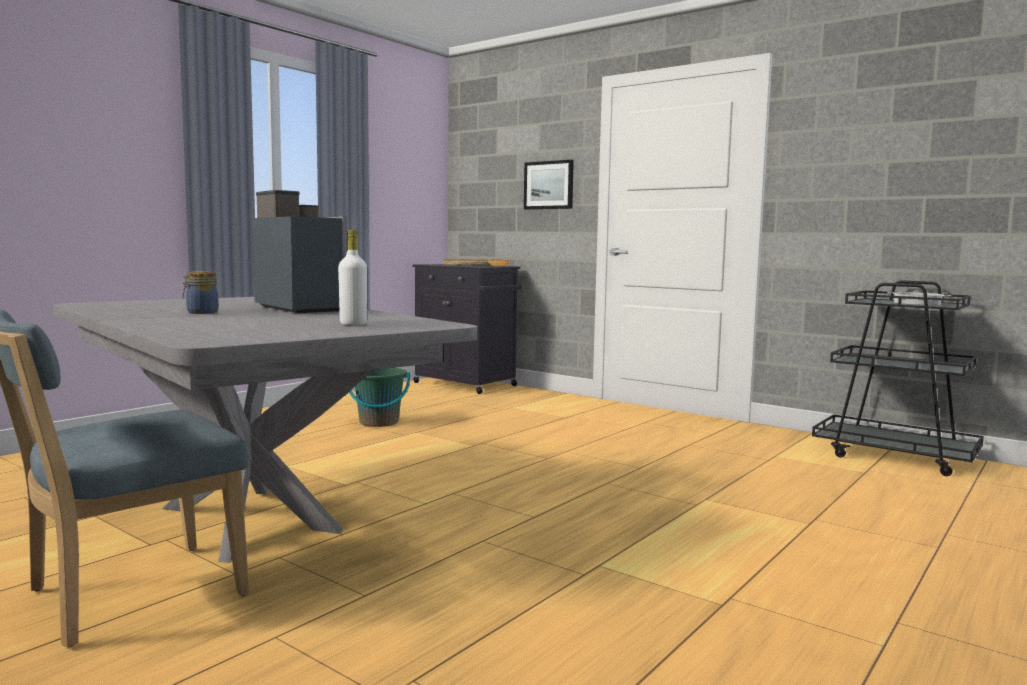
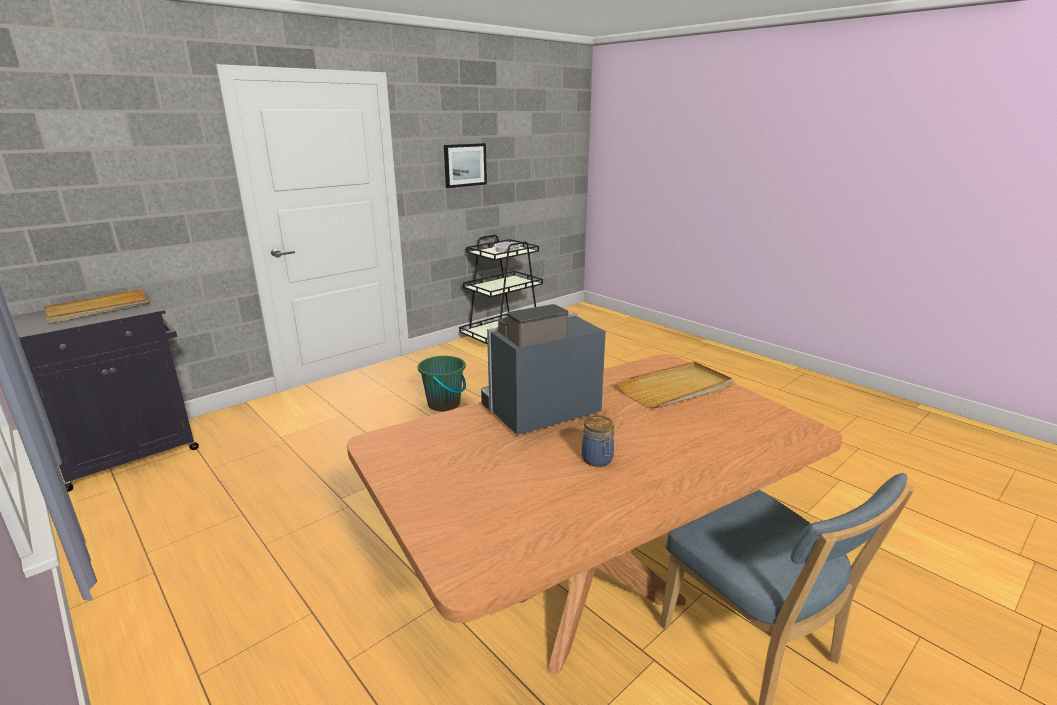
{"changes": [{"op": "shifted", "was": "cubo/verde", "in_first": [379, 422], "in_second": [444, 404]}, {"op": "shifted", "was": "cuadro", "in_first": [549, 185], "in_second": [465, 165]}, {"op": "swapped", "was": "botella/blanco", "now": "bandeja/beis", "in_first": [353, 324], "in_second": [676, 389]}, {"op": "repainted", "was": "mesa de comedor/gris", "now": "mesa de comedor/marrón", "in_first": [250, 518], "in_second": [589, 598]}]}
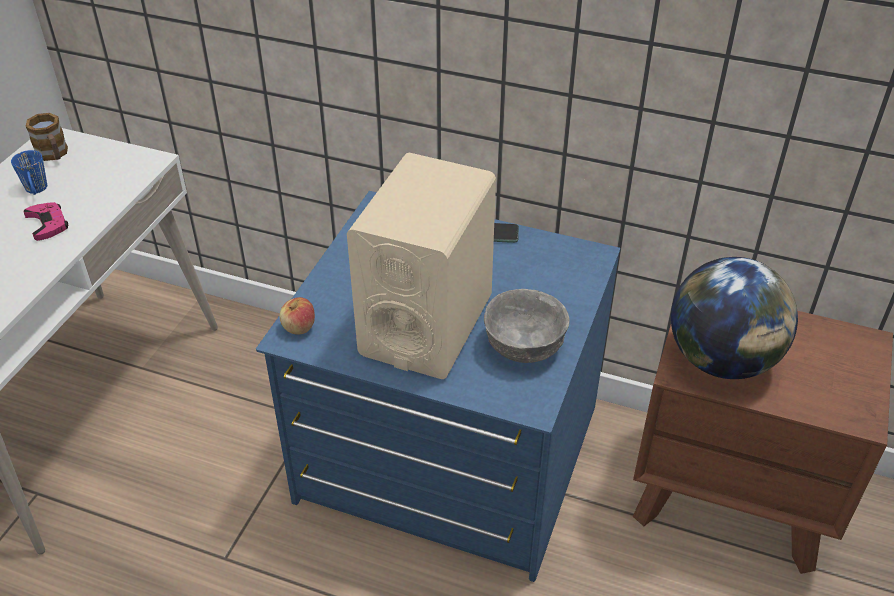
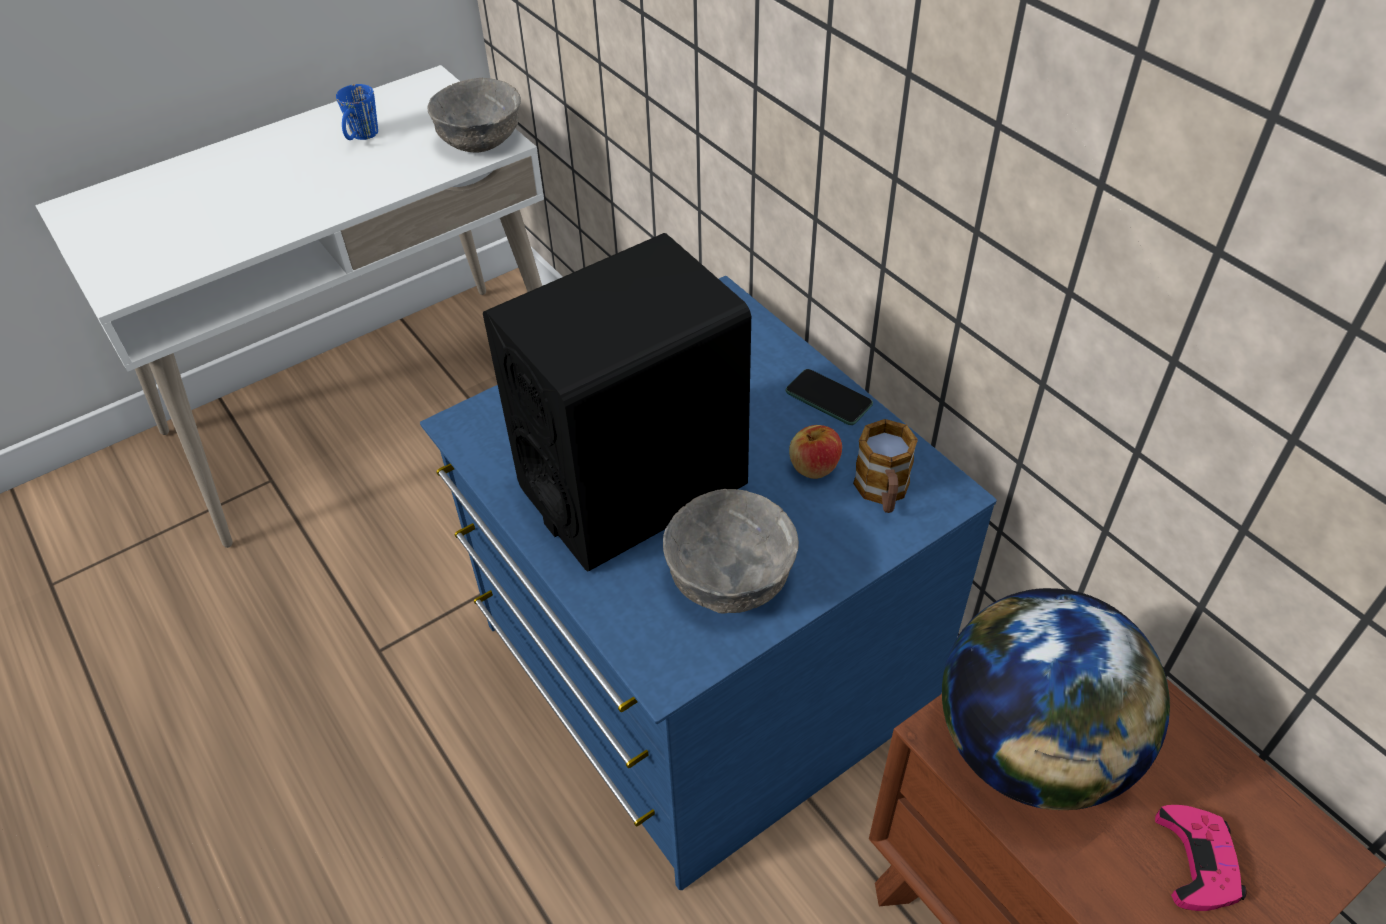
{"changes": [{"op": "new", "now": "cuenco/gris", "in_second": [481, 141]}, {"op": "shifted", "was": "mando de consola/rosa", "in_first": [48, 224], "in_second": [1197, 861]}, {"op": "shifted", "was": "taza grande", "in_first": [54, 155], "in_second": [882, 492]}, {"op": "shifted", "was": "manzana", "in_first": [299, 327], "in_second": [813, 467]}, {"op": "repainted", "was": "altavoz/beis", "now": "altavoz/negro", "in_first": [426, 324], "in_second": [634, 486]}]}
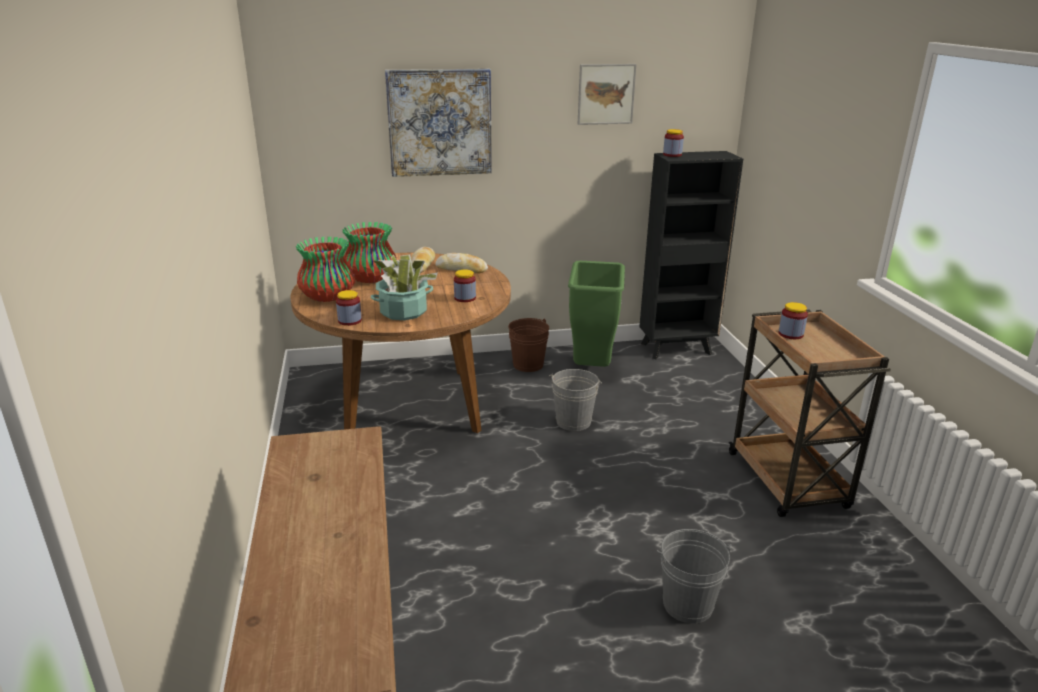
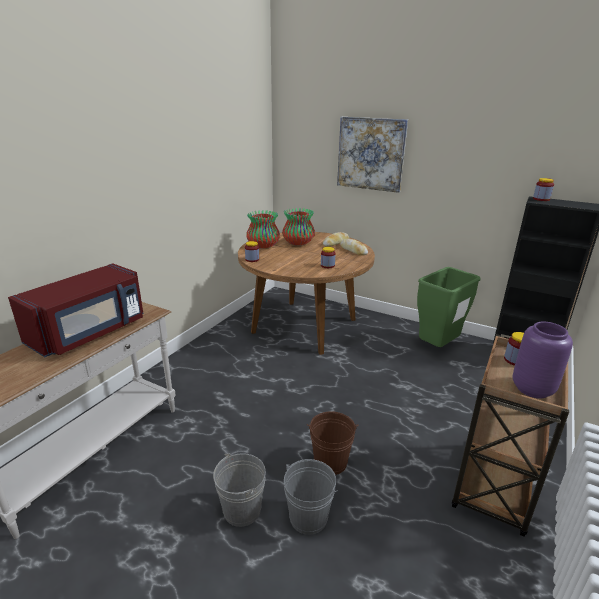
{"changes": [{"op": "gone", "was": "planta en maceta", "in_first": [403, 312]}, {"op": "gone", "was": "cuadro", "in_first": [606, 94]}, {"op": "new", "now": "microondas/rojo", "in_second": [90, 332]}, {"op": "new", "now": "florero/morado", "in_second": [533, 389]}, {"op": "shifted", "was": "cubo/marrón", "in_first": [528, 365], "in_second": [330, 462]}, {"op": "shifted", "was": "cubo/gris", "in_first": [573, 421], "in_second": [242, 510]}]}
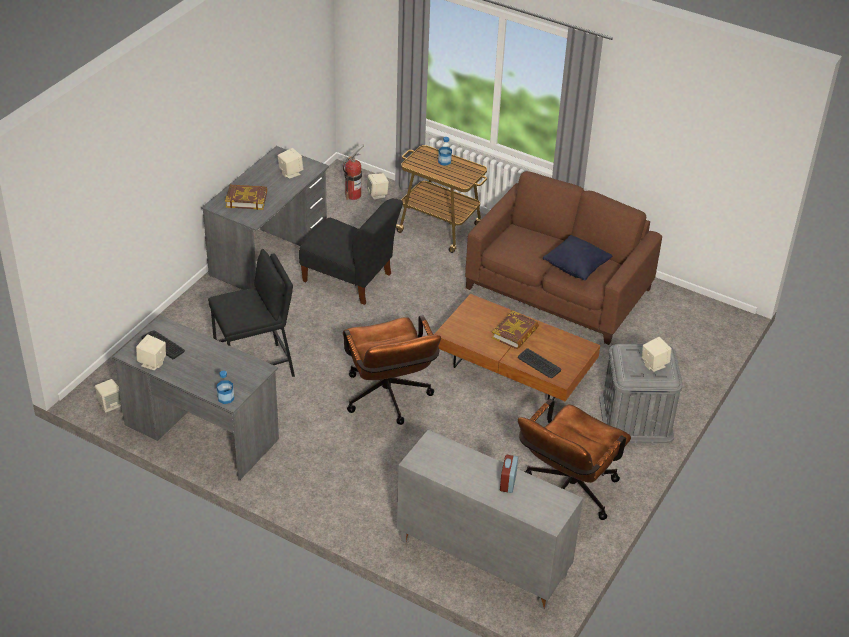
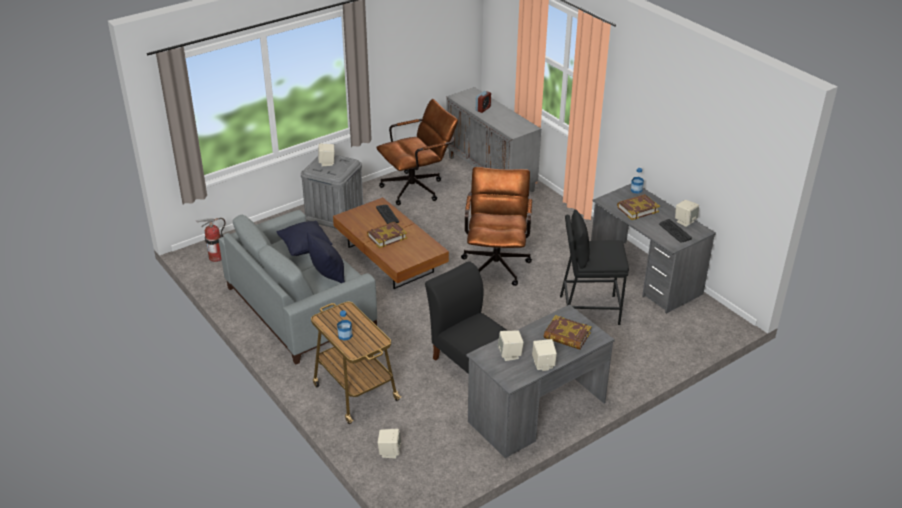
{"changes": [{"op": "new", "now": "cojín/negro", "in_second": [328, 275]}, {"op": "new", "now": "libro", "in_second": [637, 209]}, {"op": "shifted", "was": "altavoz/beis", "in_first": [110, 404], "in_second": [543, 364]}, {"op": "shifted", "was": "extintor", "in_first": [353, 195], "in_second": [216, 257]}, {"op": "repainted", "was": "sofá/marrón", "now": "sofá/gris", "in_first": [558, 289], "in_second": [301, 307]}]}
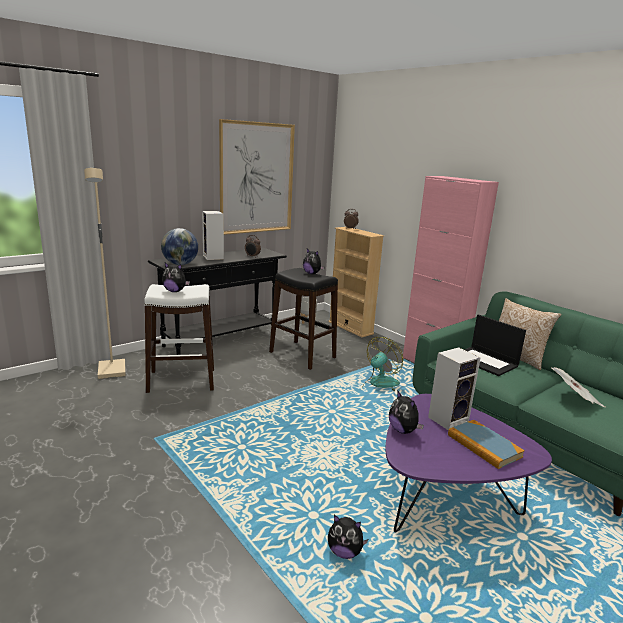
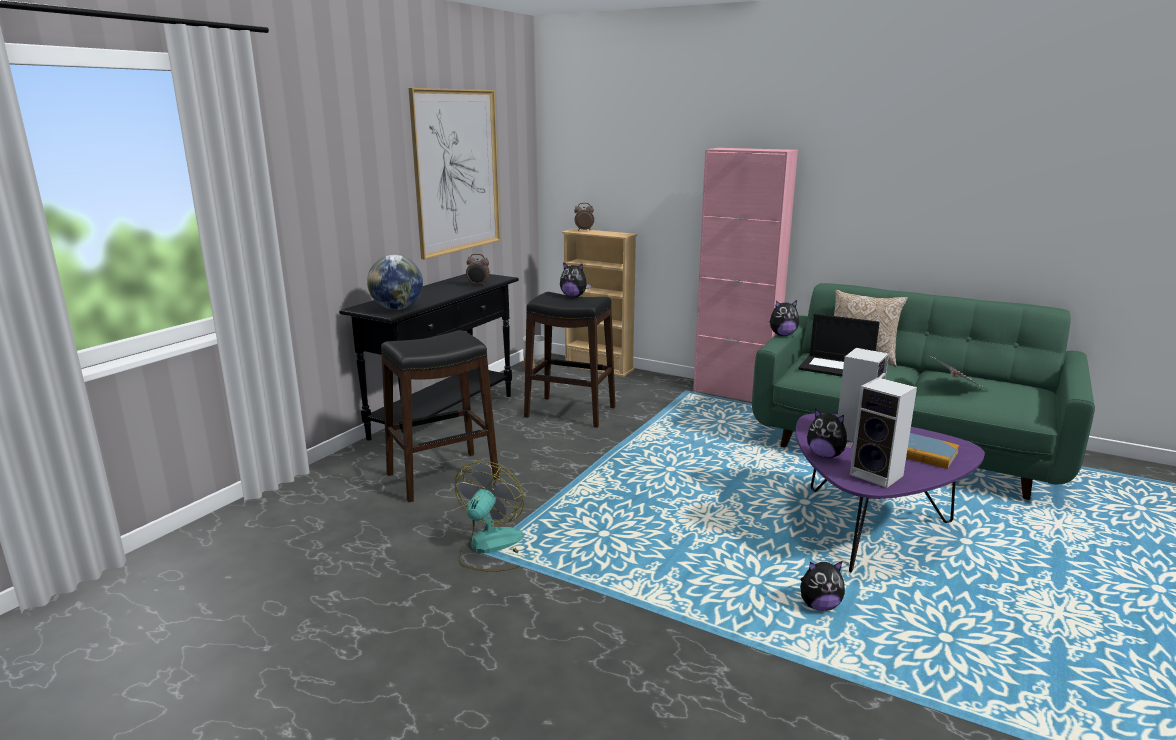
{"changes": [{"op": "gone", "was": "lámpara de pie/beis", "in_first": [113, 370]}, {"op": "shifted", "was": "peluche", "in_first": [175, 291], "in_second": [782, 335]}, {"op": "shifted", "was": "altavoz", "in_first": [214, 257], "in_second": [878, 475]}, {"op": "shifted", "was": "ventilador", "in_first": [380, 386], "in_second": [490, 548]}, {"op": "repainted", "was": "taburete/blanco", "now": "taburete/negro", "in_first": [182, 380], "in_second": [443, 476]}]}
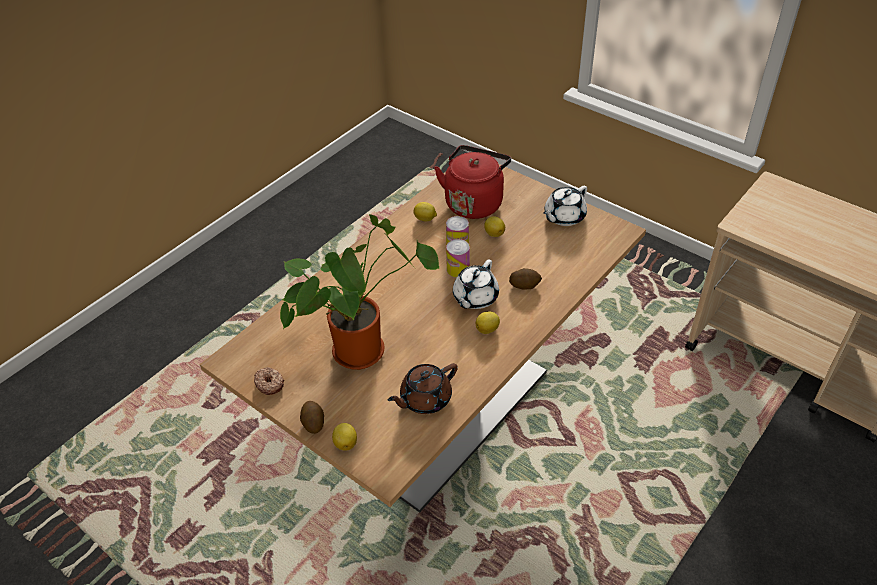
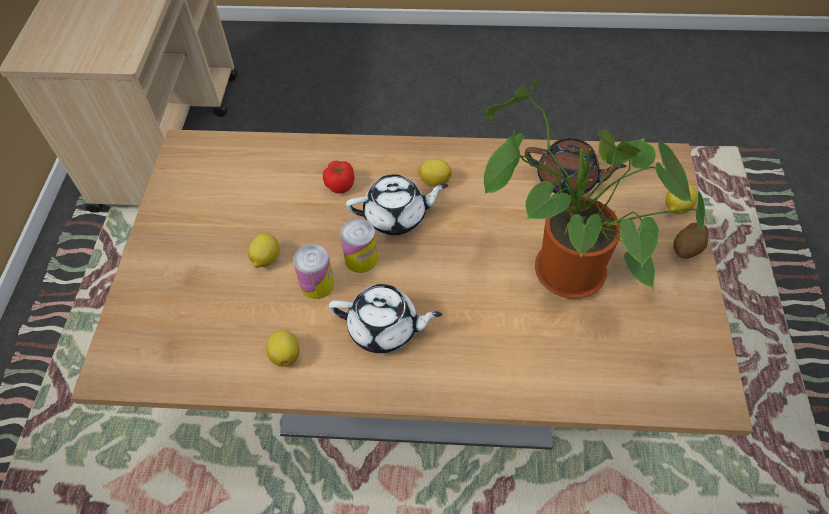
{"changes": [{"op": "gone", "was": "rosquilla", "in_first": [270, 384]}, {"op": "gone", "was": "hervidor/rojo", "in_first": [474, 202]}, {"op": "shifted", "was": "tetera/blanco", "in_first": [563, 217], "in_second": [384, 328]}, {"op": "swapped", "was": "patata", "now": "tomate", "in_first": [524, 285], "in_second": [341, 185]}]}
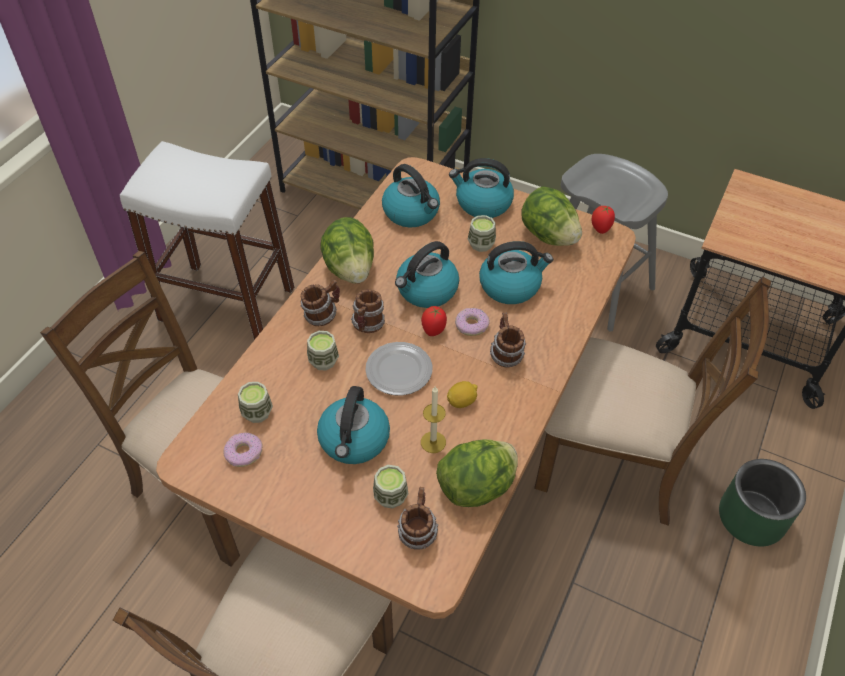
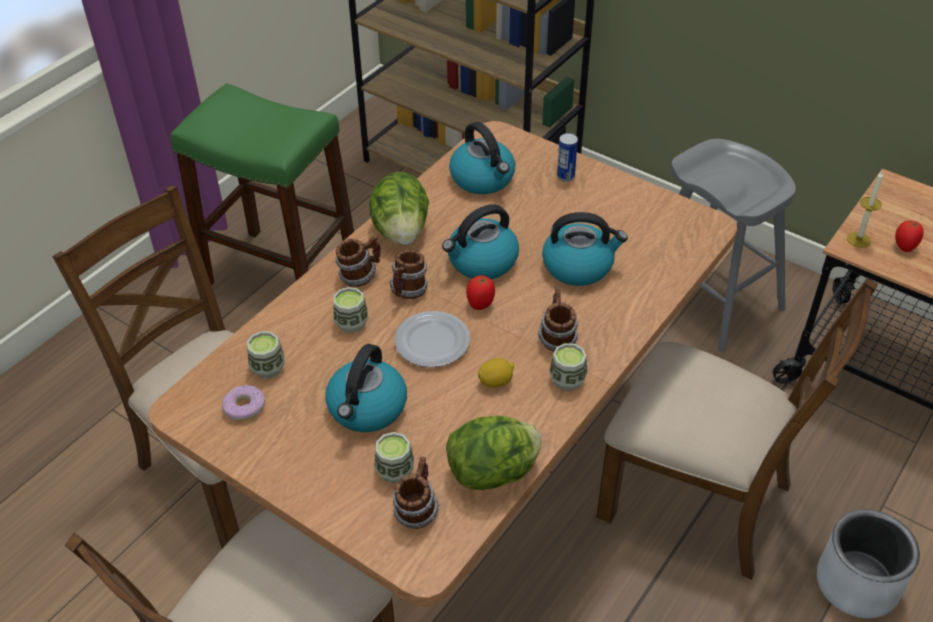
{"changes": [{"op": "gone", "was": "rosquilla", "in_first": [471, 325]}, {"op": "gone", "was": "lechuga", "in_first": [548, 236]}, {"op": "shifted", "was": "vela", "in_first": [433, 442], "in_second": [858, 240]}, {"op": "shifted", "was": "taza", "in_first": [481, 244], "in_second": [567, 380]}, {"op": "shifted", "was": "tomate", "in_first": [600, 228], "in_second": [904, 246]}, {"op": "swapped", "was": "hervidor", "now": "lata", "in_first": [482, 203], "in_second": [565, 176]}, {"op": "repainted", "was": "taburete/blanco", "now": "taburete/verde", "in_first": [227, 304], "in_second": [281, 276]}, {"op": "repainted", "was": "maceta/verde", "now": "maceta/gris", "in_first": [752, 518], "in_second": [857, 584]}]}
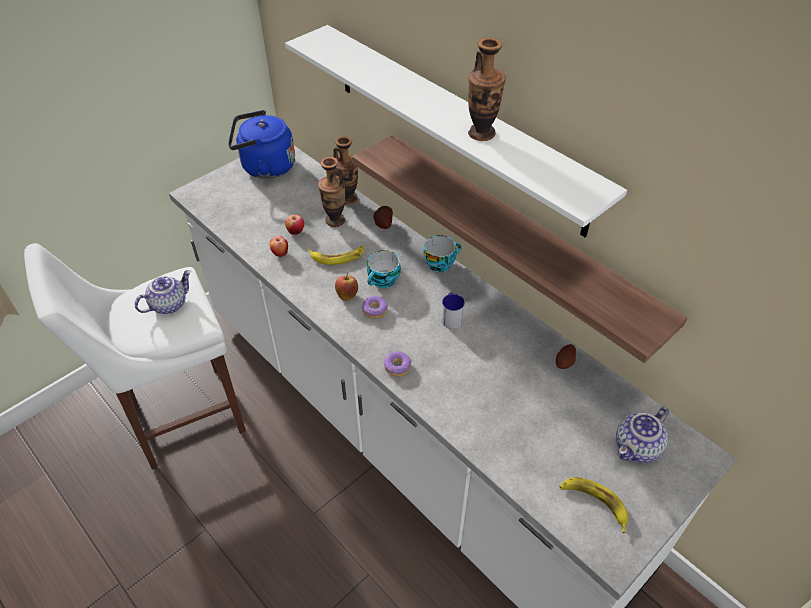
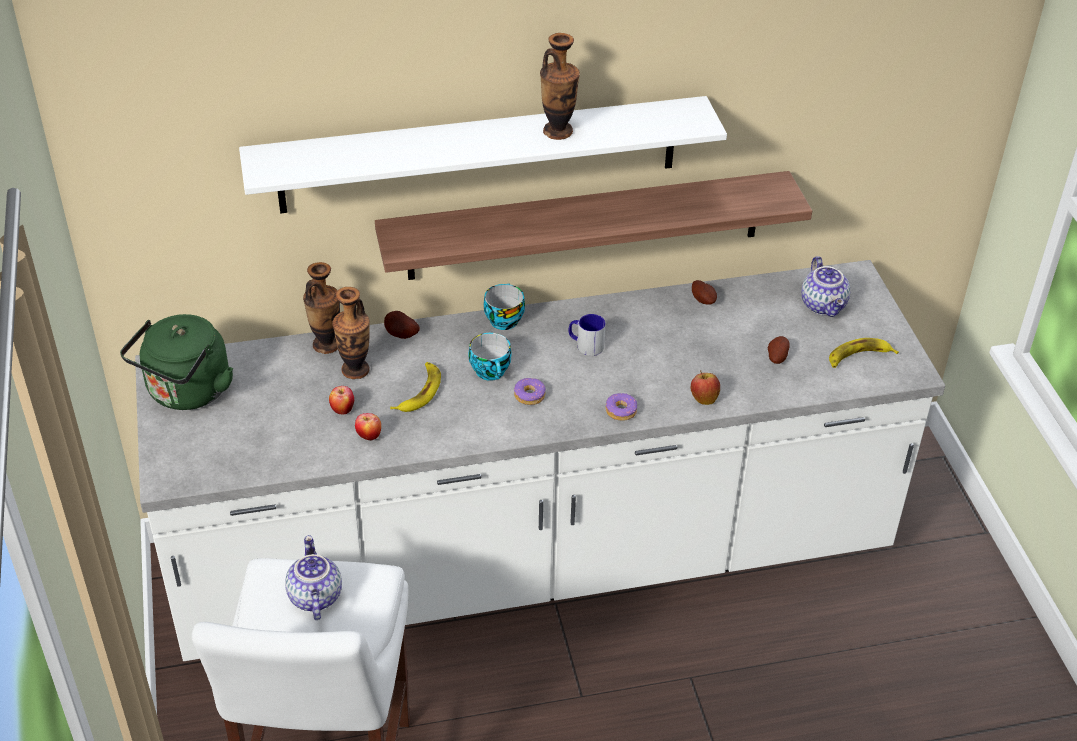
{"changes": [{"op": "new", "now": "patata", "in_second": [776, 357]}, {"op": "shifted", "was": "manzana", "in_first": [347, 295], "in_second": [703, 399]}, {"op": "repainted", "was": "hervidor/azul", "now": "hervidor/verde", "in_first": [265, 167], "in_second": [186, 393]}]}
